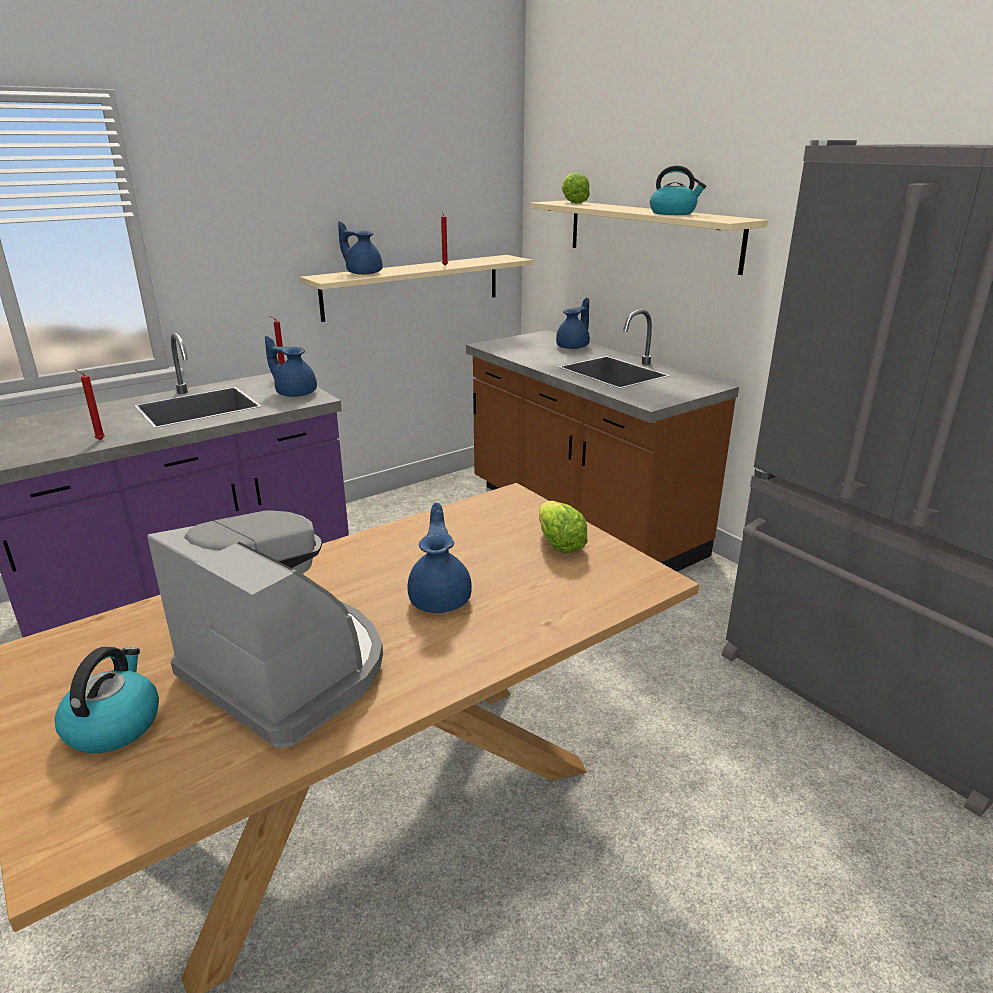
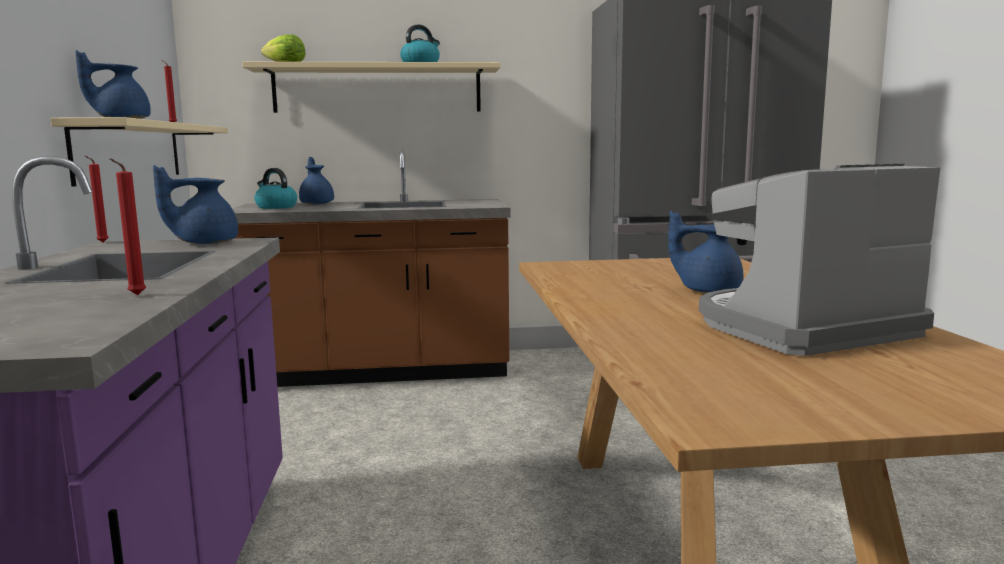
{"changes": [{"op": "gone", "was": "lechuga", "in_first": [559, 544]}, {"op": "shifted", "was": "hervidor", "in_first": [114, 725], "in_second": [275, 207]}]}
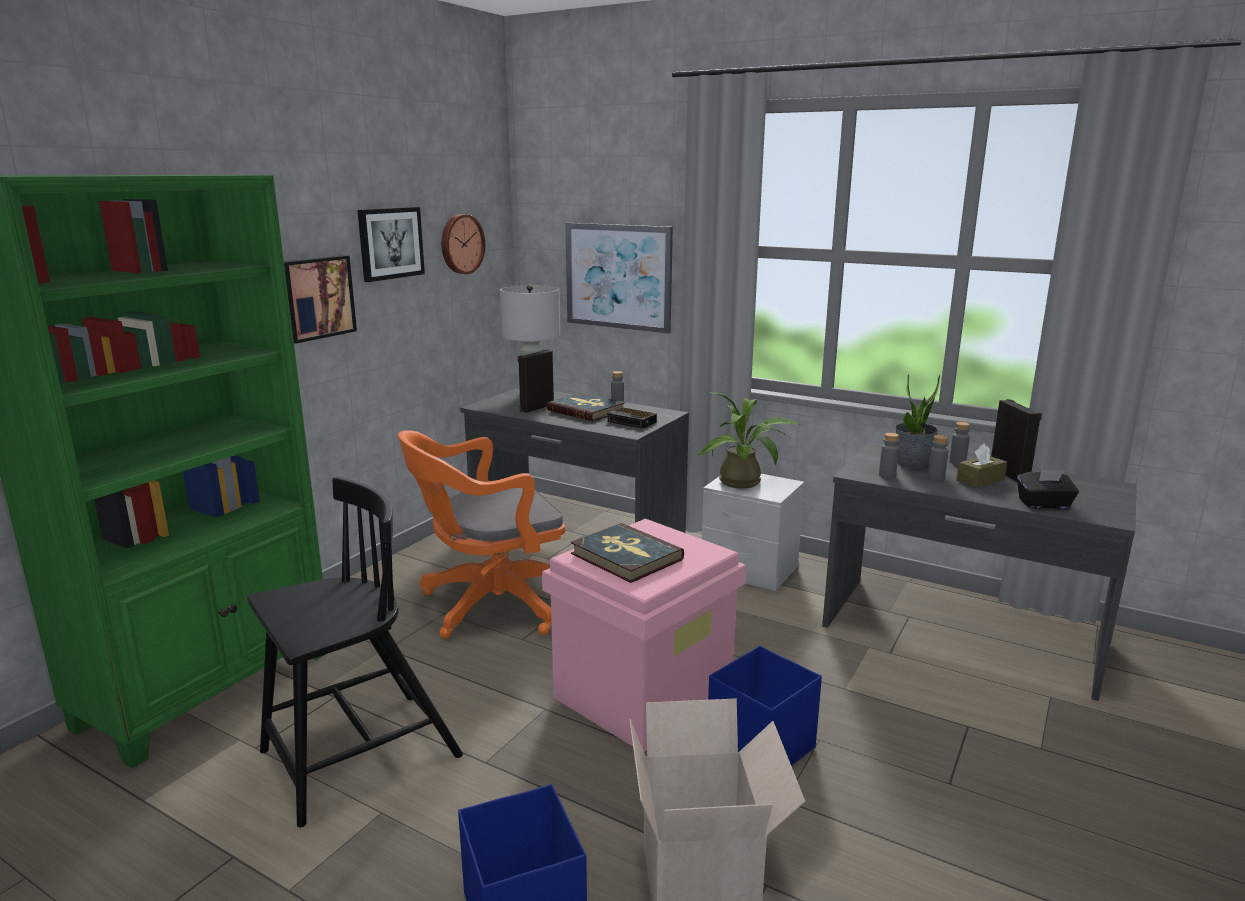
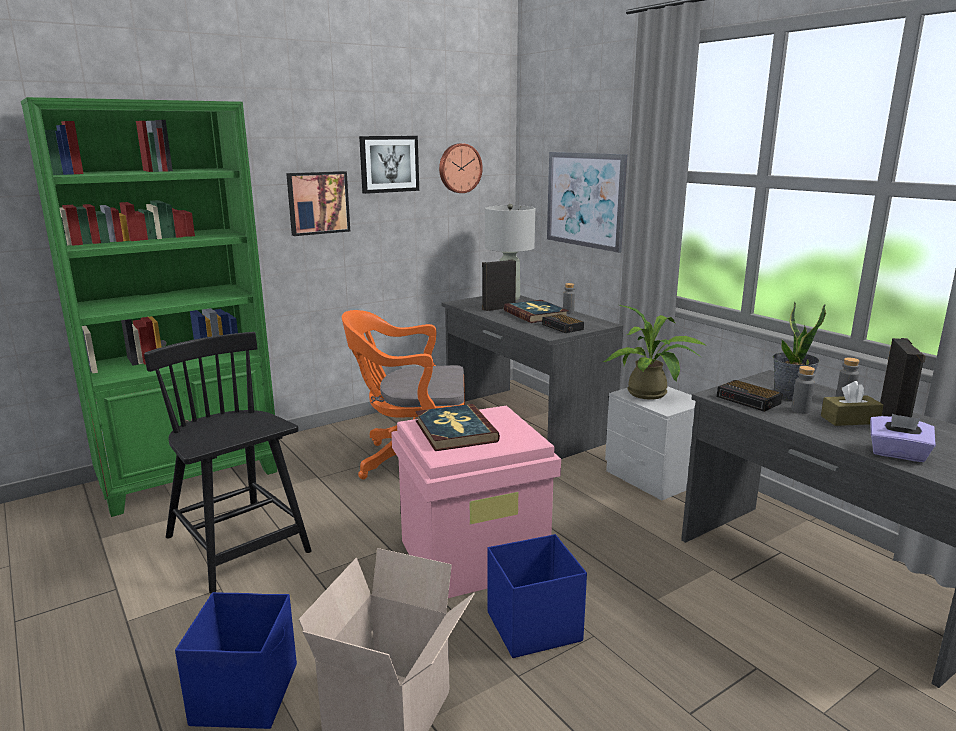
{"changes": [{"op": "swapped", "was": "botella/gris", "now": "despertador", "in_first": [887, 475], "in_second": [749, 400]}, {"op": "repainted", "was": "caja de pañuelos/negro", "now": "caja de pañuelos/morado", "in_first": [1044, 504], "in_second": [897, 454]}, {"op": "rotated", "was": "silla/negro", "in_first": [357, 756], "in_second": [238, 546], "clockwise": -120}]}
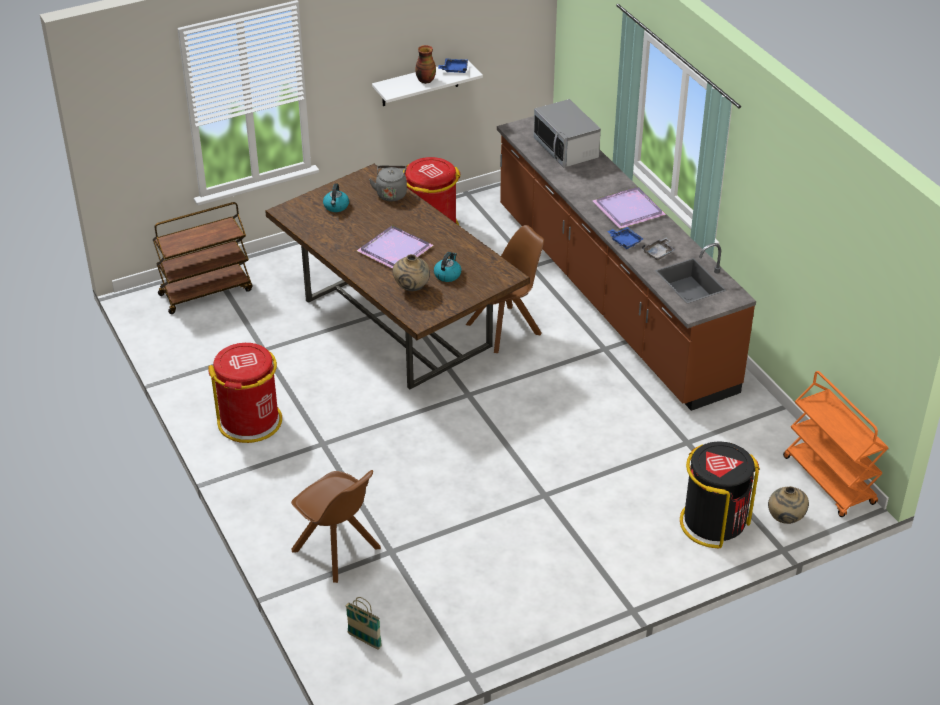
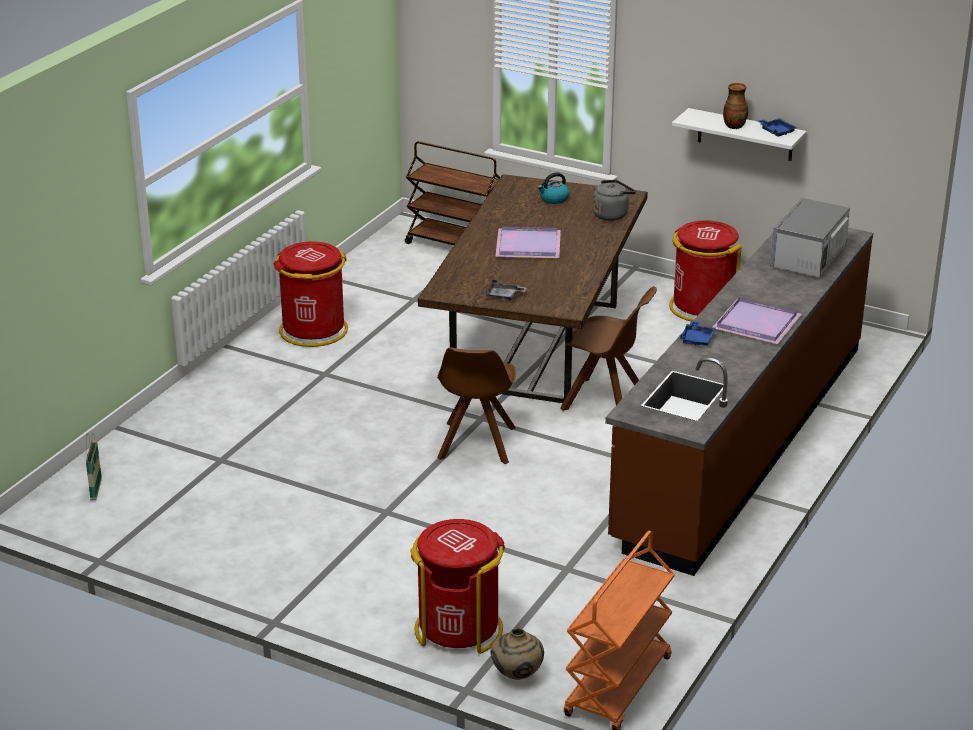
{"changes": [{"op": "gone", "was": "florero/beis", "in_first": [412, 288]}, {"op": "gone", "was": "hervidor", "in_first": [447, 275]}, {"op": "shifted", "was": "silla/marrón", "in_first": [338, 551], "in_second": [476, 444]}, {"op": "shifted", "was": "bandeja/gris", "in_first": [659, 253], "in_second": [503, 296]}, {"op": "repainted", "was": "papelera/negro", "now": "papelera/rojo", "in_first": [713, 522], "in_second": [459, 629]}]}
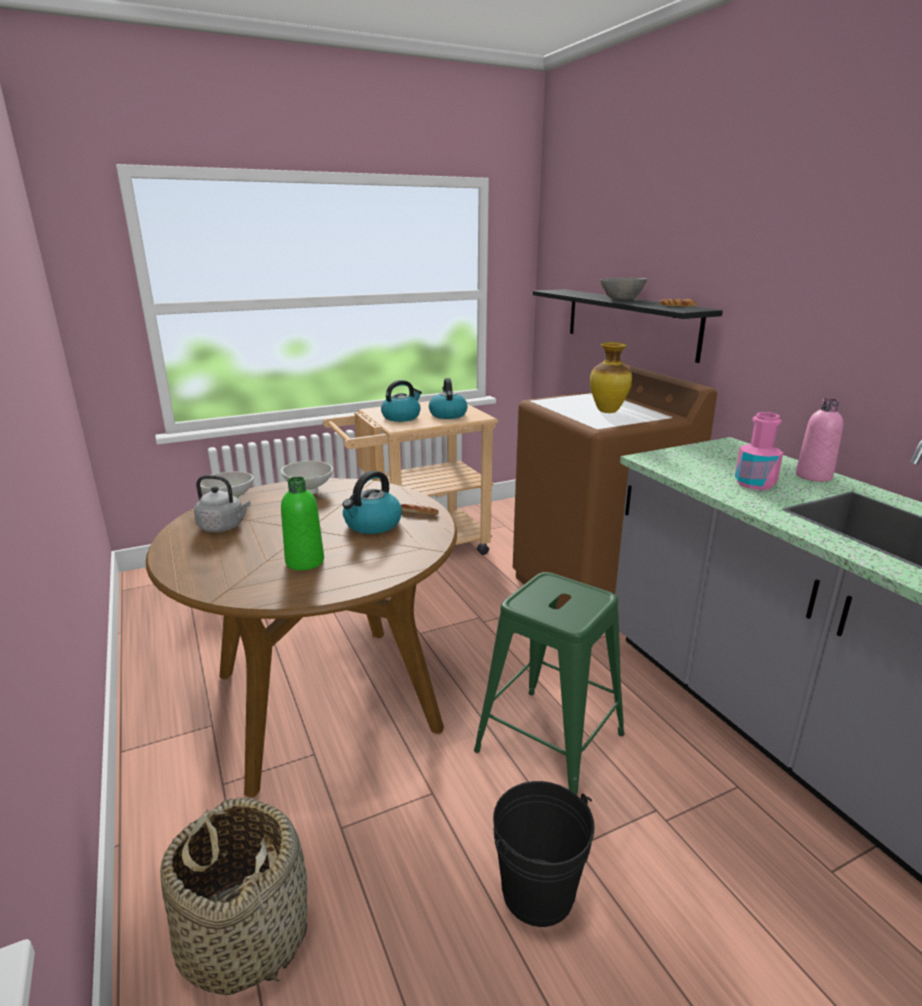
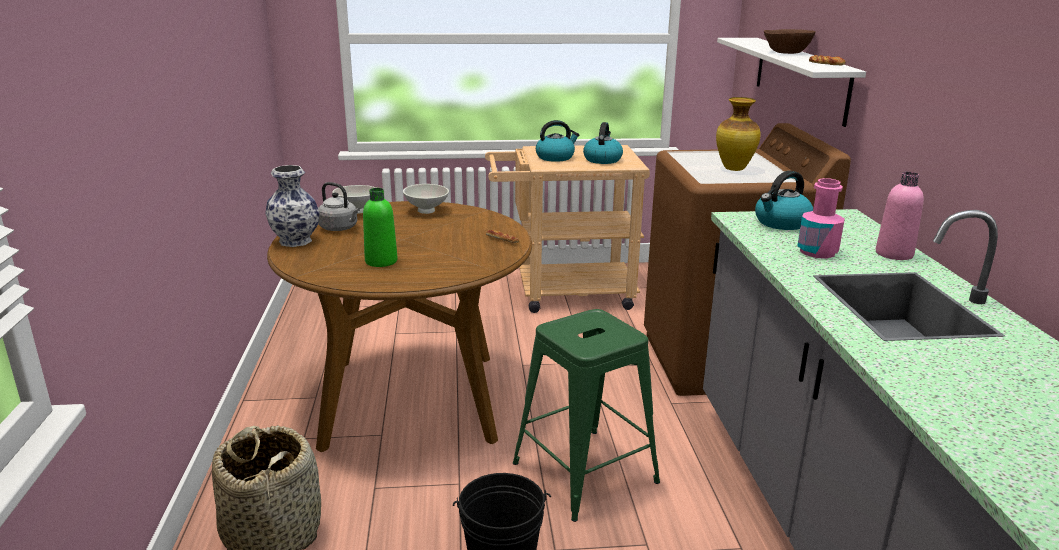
{"changes": [{"op": "new", "now": "florero", "in_second": [296, 241]}, {"op": "shifted", "was": "hervidor", "in_first": [372, 525], "in_second": [781, 223]}, {"op": "repainted", "was": "estante/negro", "now": "estante/blanco", "in_first": [629, 322], "in_second": [800, 78]}, {"op": "repainted", "was": "cuenco/gris", "now": "cuenco/marrón", "in_first": [621, 299], "in_second": [786, 52]}]}
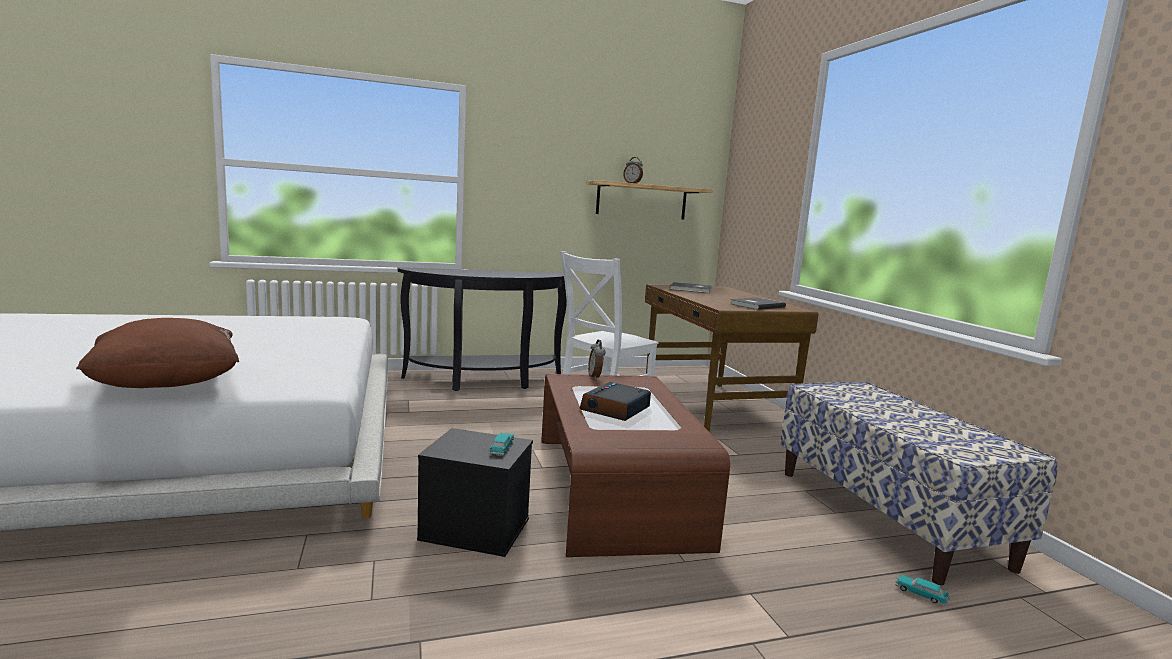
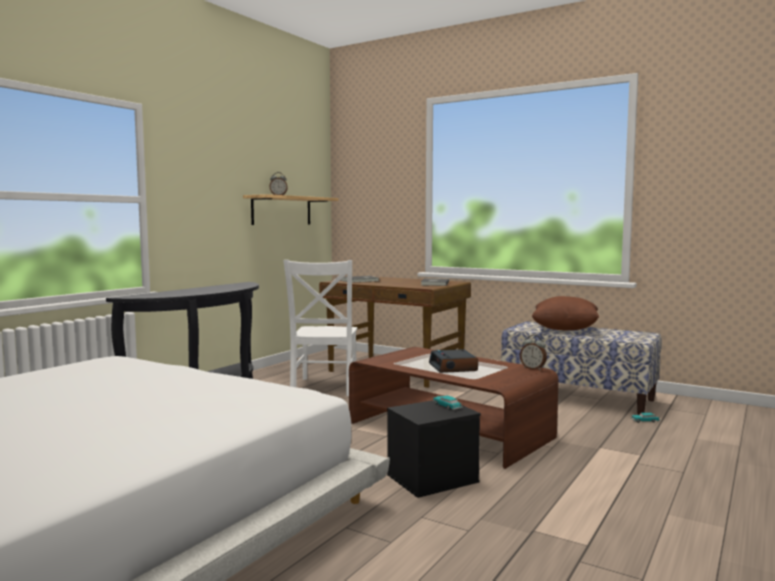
{"changes": [{"op": "shifted", "was": "cojín/marrón", "in_first": [167, 385], "in_second": [565, 330]}, {"op": "shifted", "was": "despertador", "in_first": [595, 377], "in_second": [533, 368]}]}
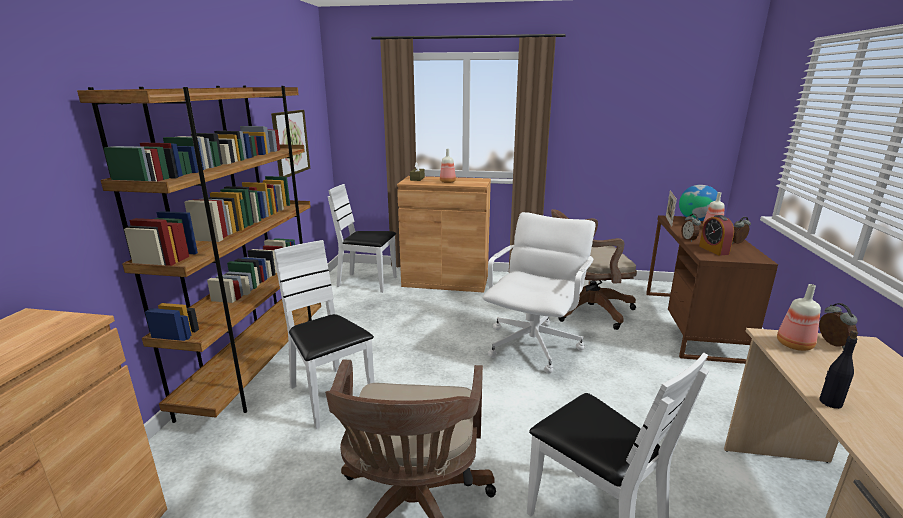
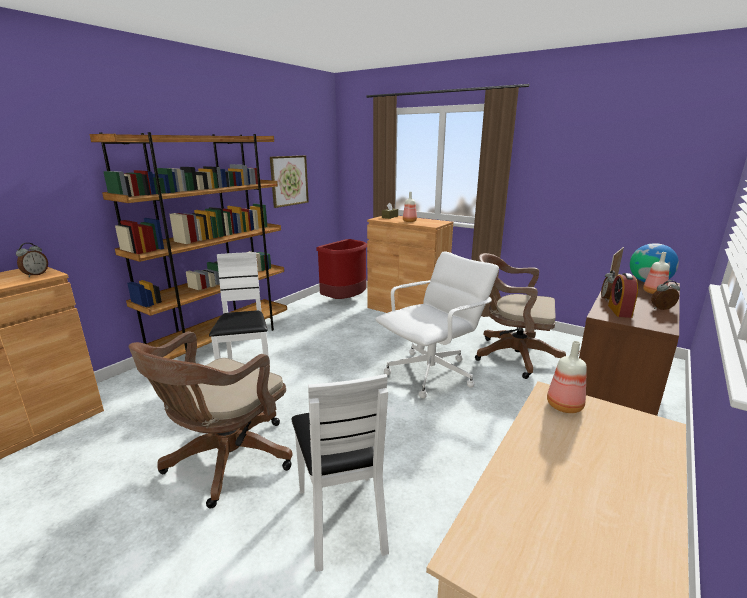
{"changes": [{"op": "gone", "was": "botella/negro", "in_first": [830, 402]}, {"op": "shifted", "was": "despertador", "in_first": [831, 344], "in_second": [35, 275]}, {"op": "swapped", "was": "silla/blanco", "now": "papelera/rojo", "in_first": [367, 282], "in_second": [345, 300]}]}
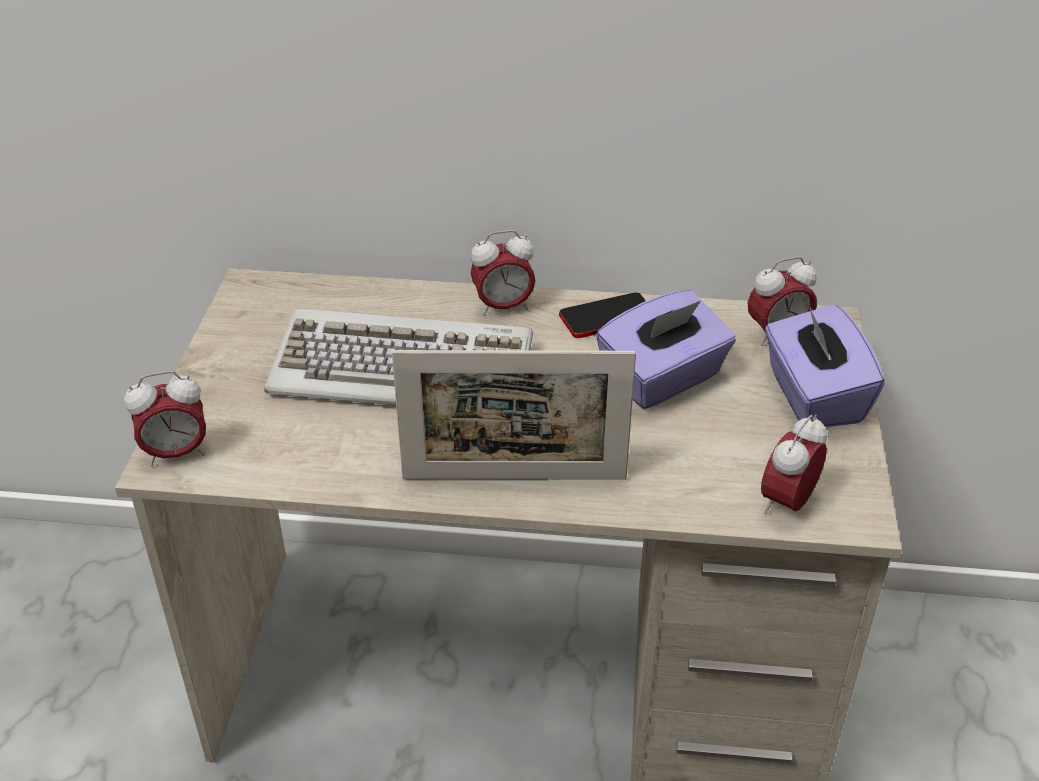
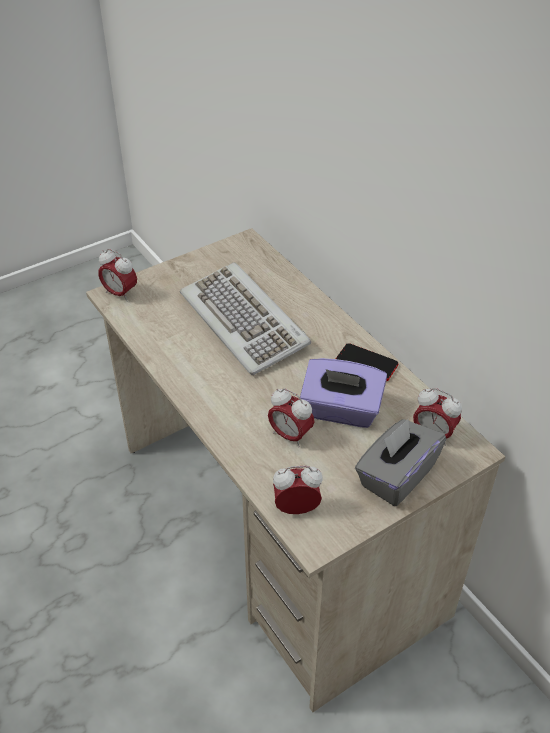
{"changes": [{"op": "gone", "was": "portarretratos", "in_first": [514, 478]}, {"op": "shifted", "was": "despertador", "in_first": [503, 307], "in_second": [290, 435]}, {"op": "repainted", "was": "caja de pañuelos/morado", "now": "caja de pañuelos/gris", "in_first": [813, 396], "in_second": [396, 476]}]}
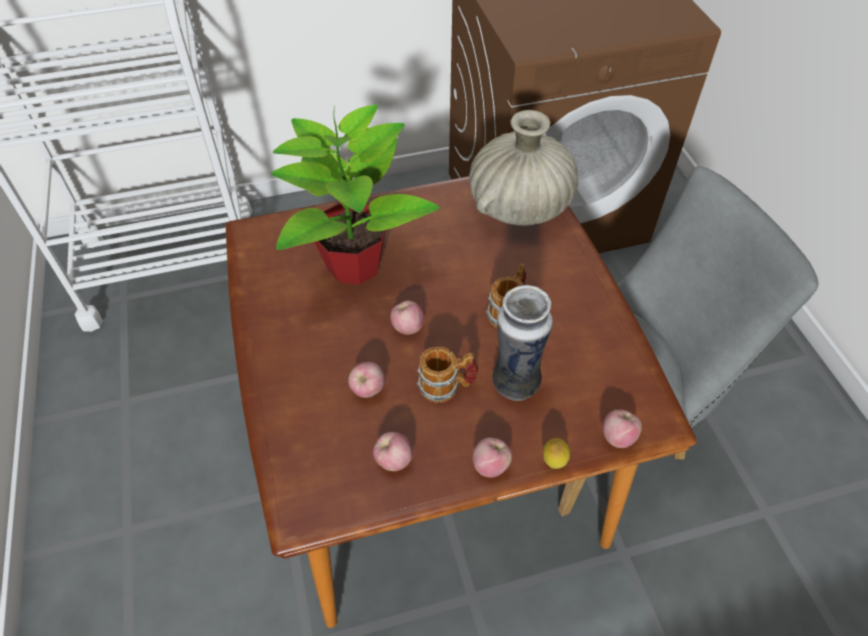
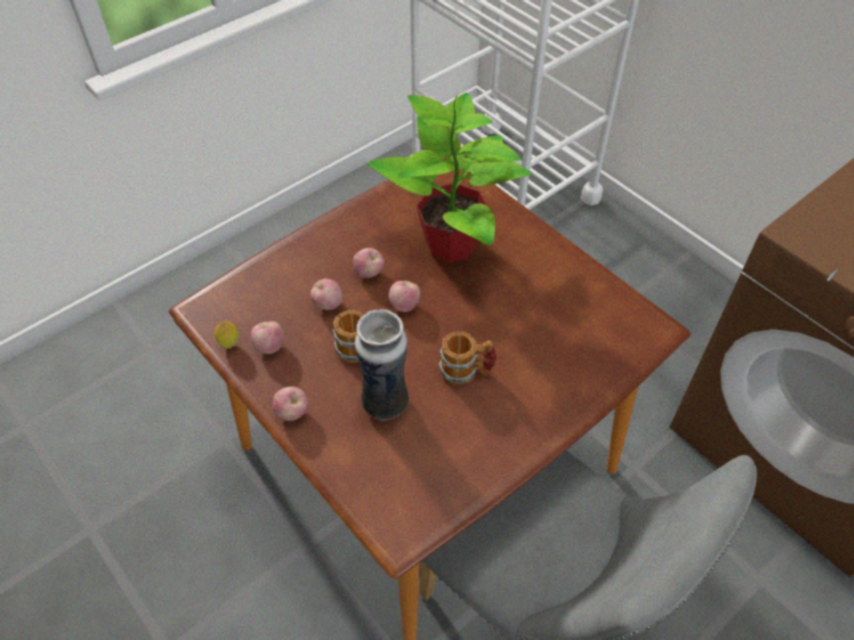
{"changes": [{"op": "gone", "was": "florero/beis", "in_first": [520, 206]}, {"op": "shifted", "was": "limón", "in_first": [553, 462], "in_second": [229, 344]}, {"op": "shifted", "was": "manzana", "in_first": [617, 437], "in_second": [369, 273]}]}
